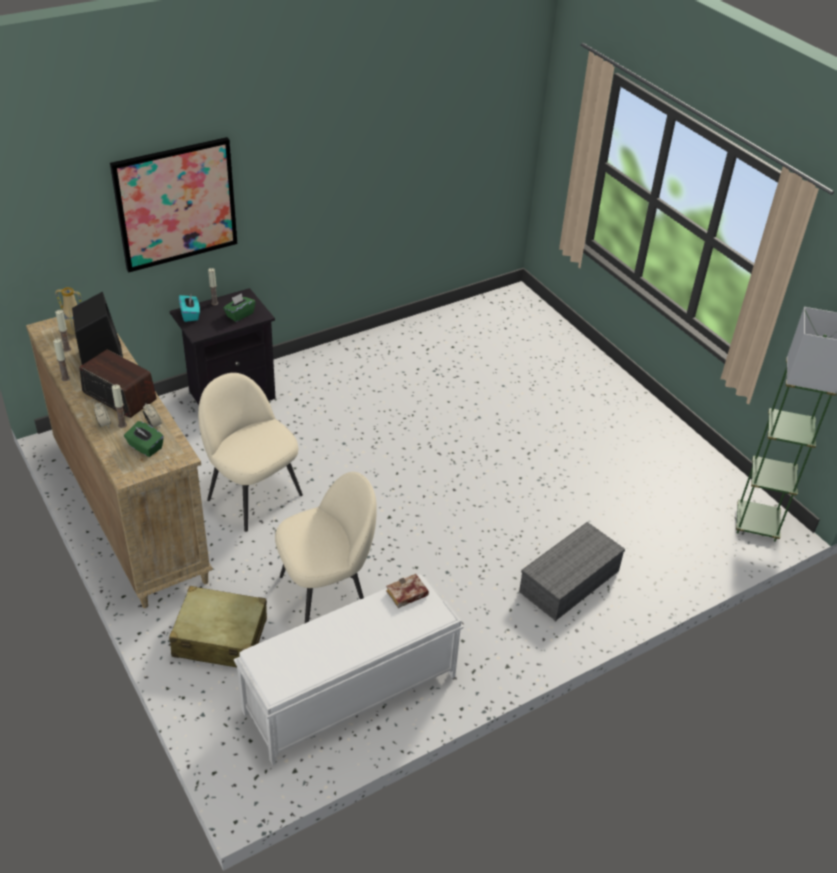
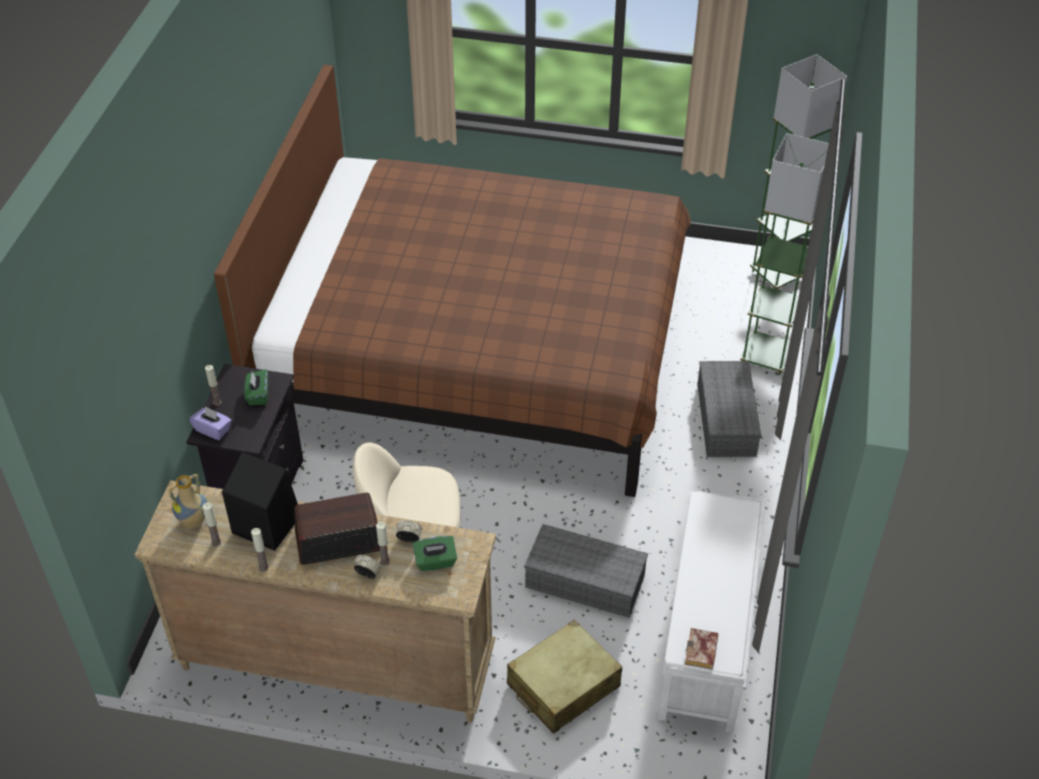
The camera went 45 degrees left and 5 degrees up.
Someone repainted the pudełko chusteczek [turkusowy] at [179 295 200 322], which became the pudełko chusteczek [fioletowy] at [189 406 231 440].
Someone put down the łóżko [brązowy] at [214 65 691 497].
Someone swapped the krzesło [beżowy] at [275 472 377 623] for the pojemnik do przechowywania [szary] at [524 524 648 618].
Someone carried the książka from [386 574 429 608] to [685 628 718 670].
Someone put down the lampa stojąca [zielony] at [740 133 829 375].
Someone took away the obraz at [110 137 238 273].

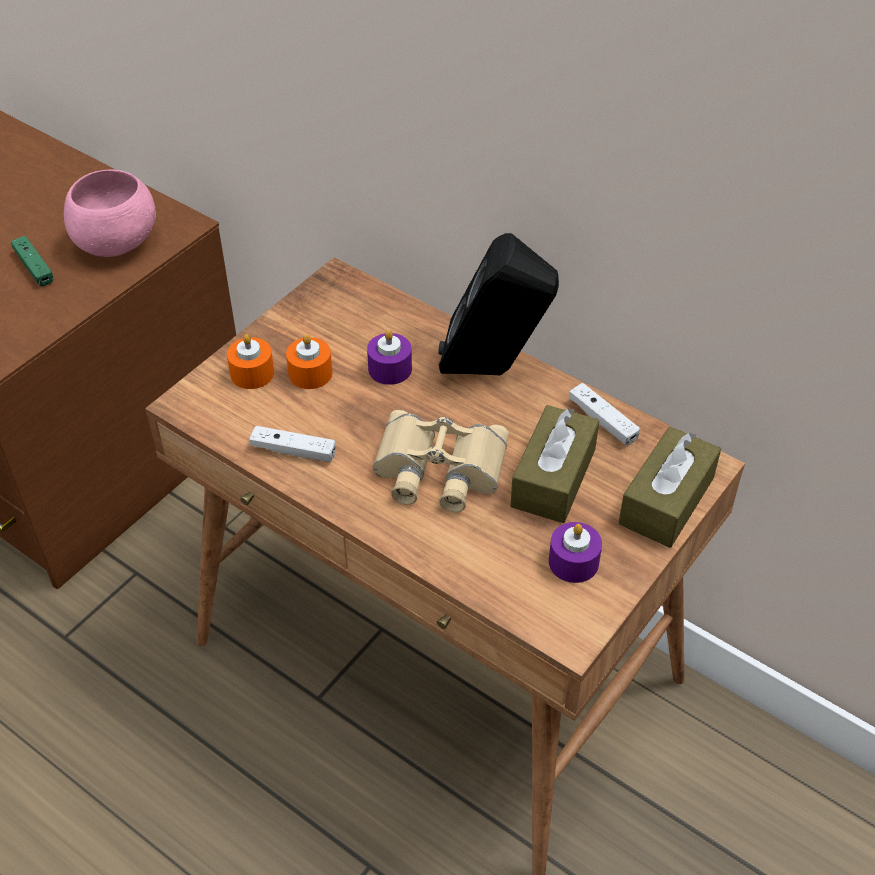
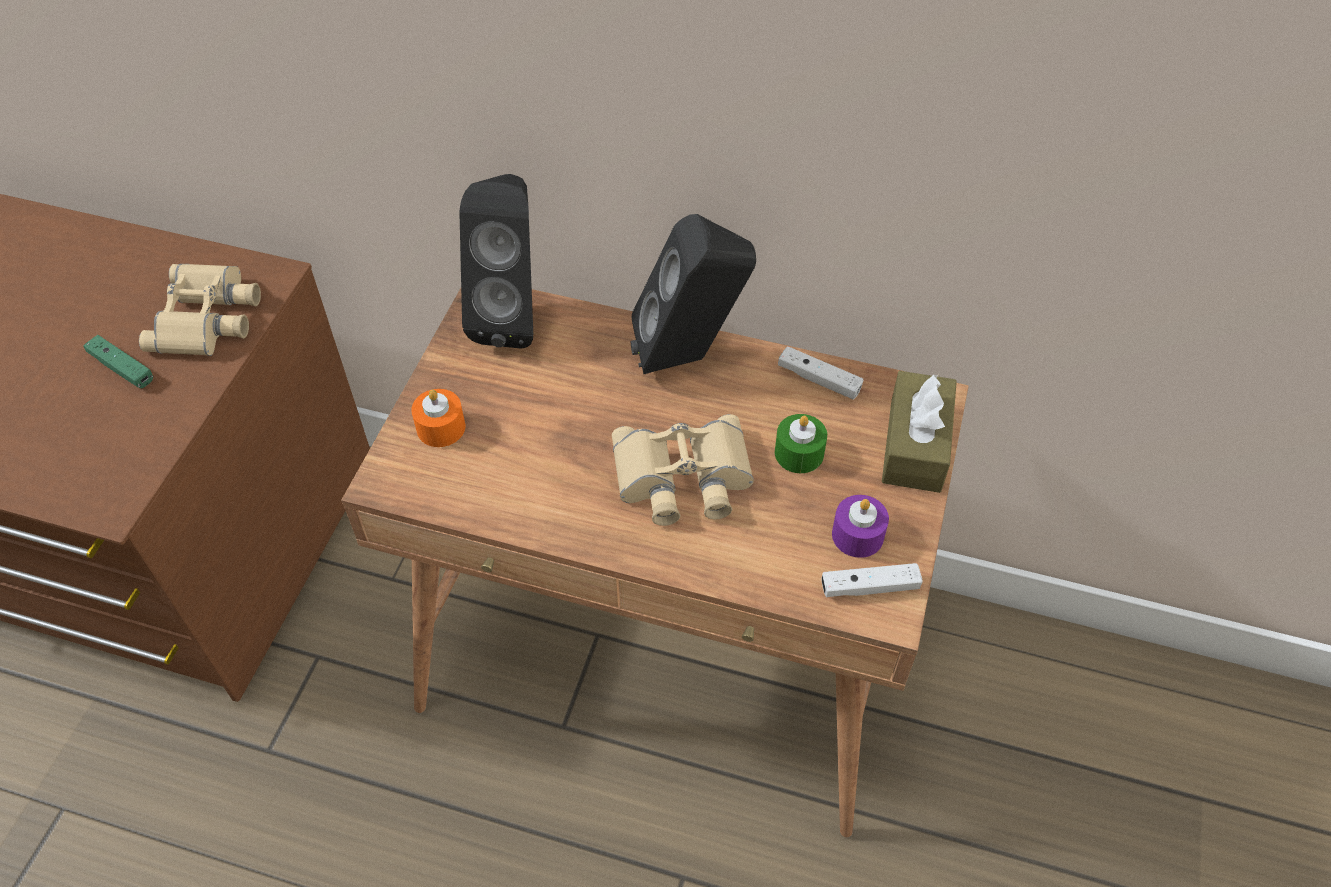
The camera went 20 degrees left and 5 degrees up.
Someone swapped the miska [różowy] at [64 170 156 257] for the lornetka [beżowy] at [139 264 261 356].
Someone put down the głośnik [czarny] at [459 174 533 349].
Someone swapped the pudełko chusteczek [brązowy] at [510 405 599 523] for the świeca [zielony] at [775 414 827 473].
Someone carried the pad do gier [biały] from [250 426 336 462] to [821 563 923 597].
Someone took away the świeca [pomarańczowy] at [286 334 333 389].
Someone took away the świeca [fioletowy] at [367 330 412 385].

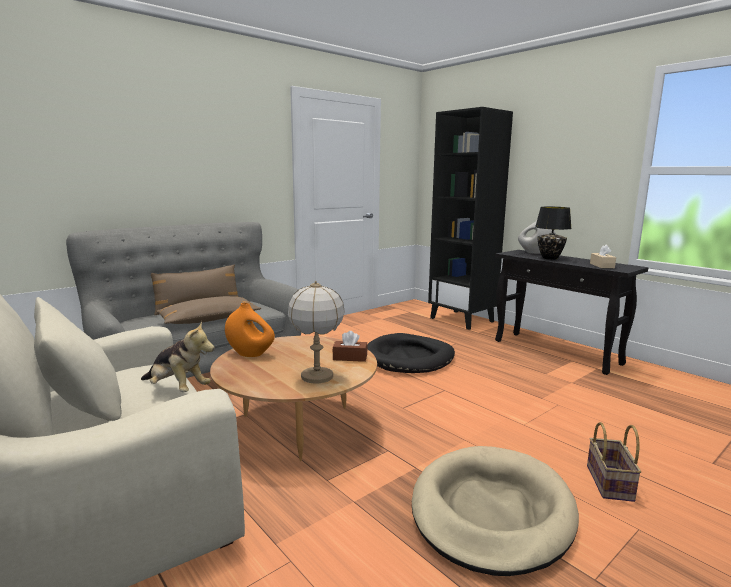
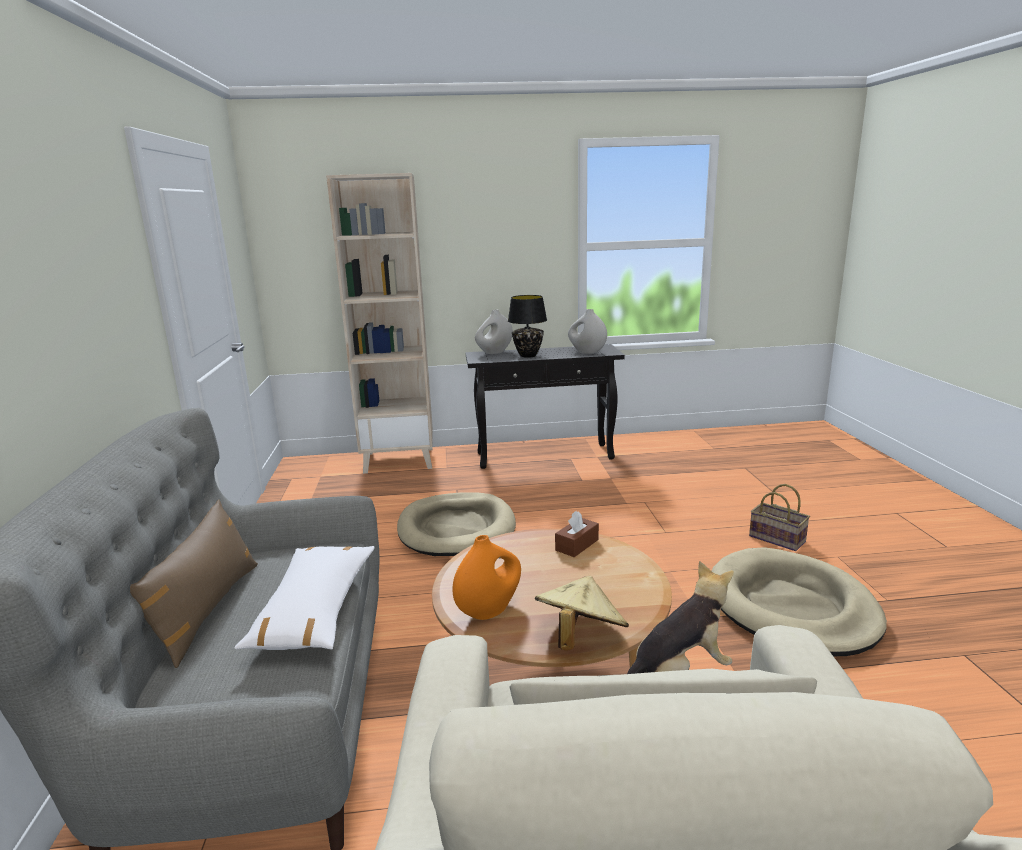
The camera went 55 degrees left and 5 degrees up.
Someone repainted the poduszka [brązowy] at [156 296 261 324], which became the poduszka [biały] at [235 546 375 650].
Someone repainted the regał [czarny] at [428 107 513 330], which became the regał [beżowy] at [326 173 433 474].
Someone repainted the legowisko [czarny] at [367 333 455 373], which became the legowisko [beżowy] at [397 492 516 556].
Someone put down the kapelusz [beżowy] at [535 575 629 651].
Someone swapped the pudełko chusteczek [beżowy] at [590 245 616 268] for the wazon [biały] at [568 309 607 354].
Someone took away the lampa stołowa at [288 281 345 383].

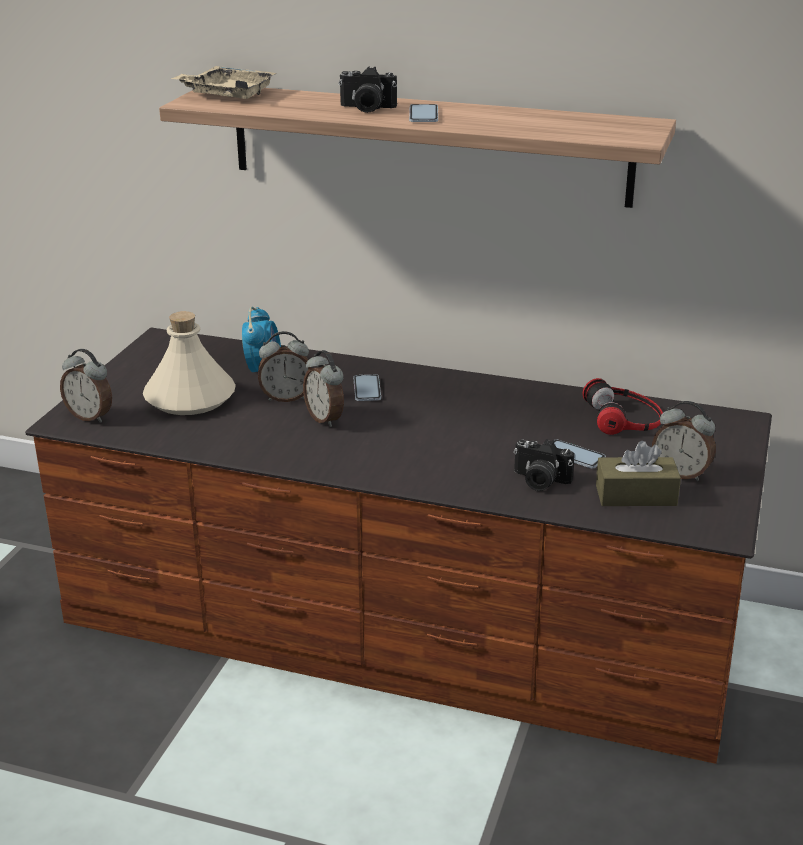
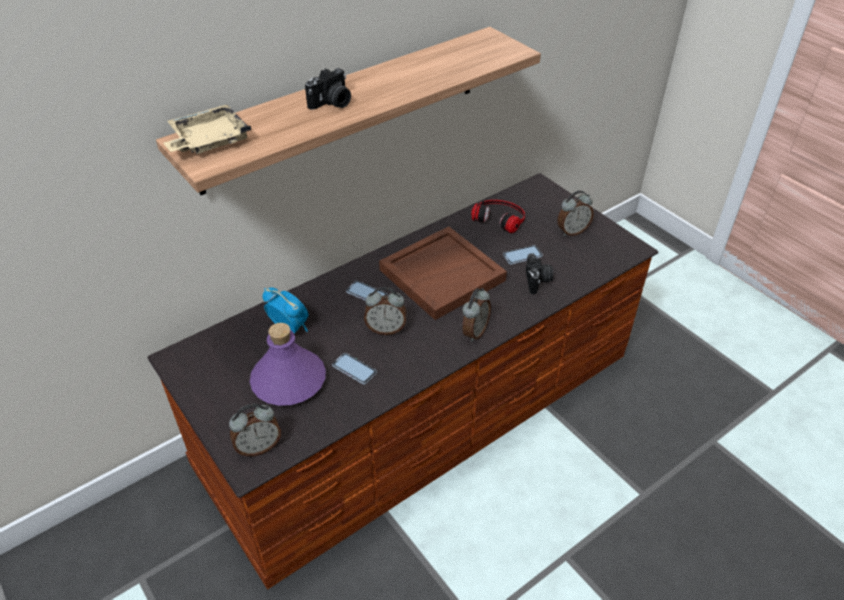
The camera went 55 degrees left and 15 degrees up.
Someone repainted the butelka [beżowy] at [143 311 236 415], which became the butelka [fioletowy] at [250 323 326 406].
Someone carried the telefon from [409 104 438 122] to [332 353 377 384].
Someone put down the taca [brązowy] at [379 227 507 320].
Someone carried the budzik from [258 331 311 402] to [462 288 491 342].
Someone rotated the aparat fotograficzny at [513 439 575 491] by 60 degrees counterclockwise.
Someone took away the pudełko chusteczek [brązowy] at [596 441 681 506].

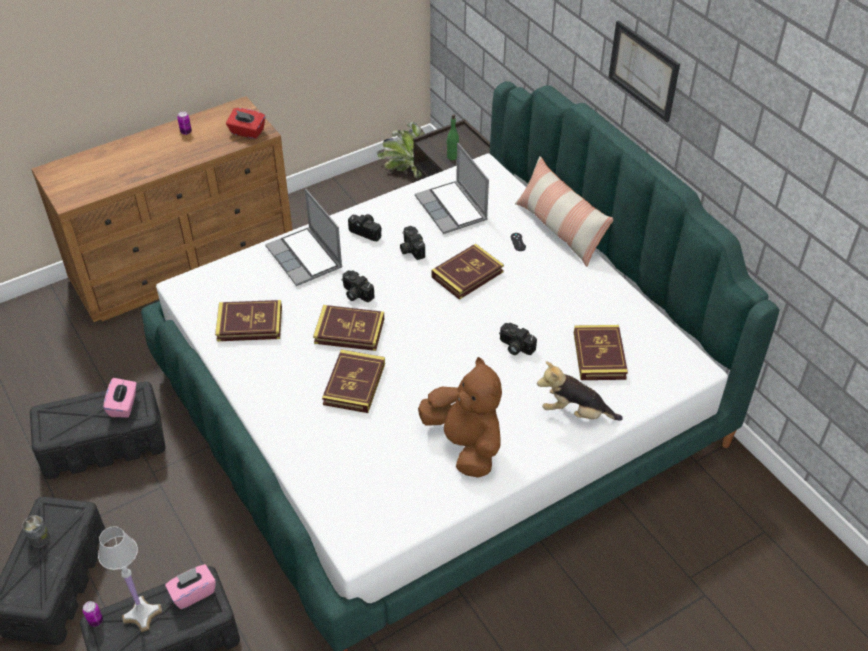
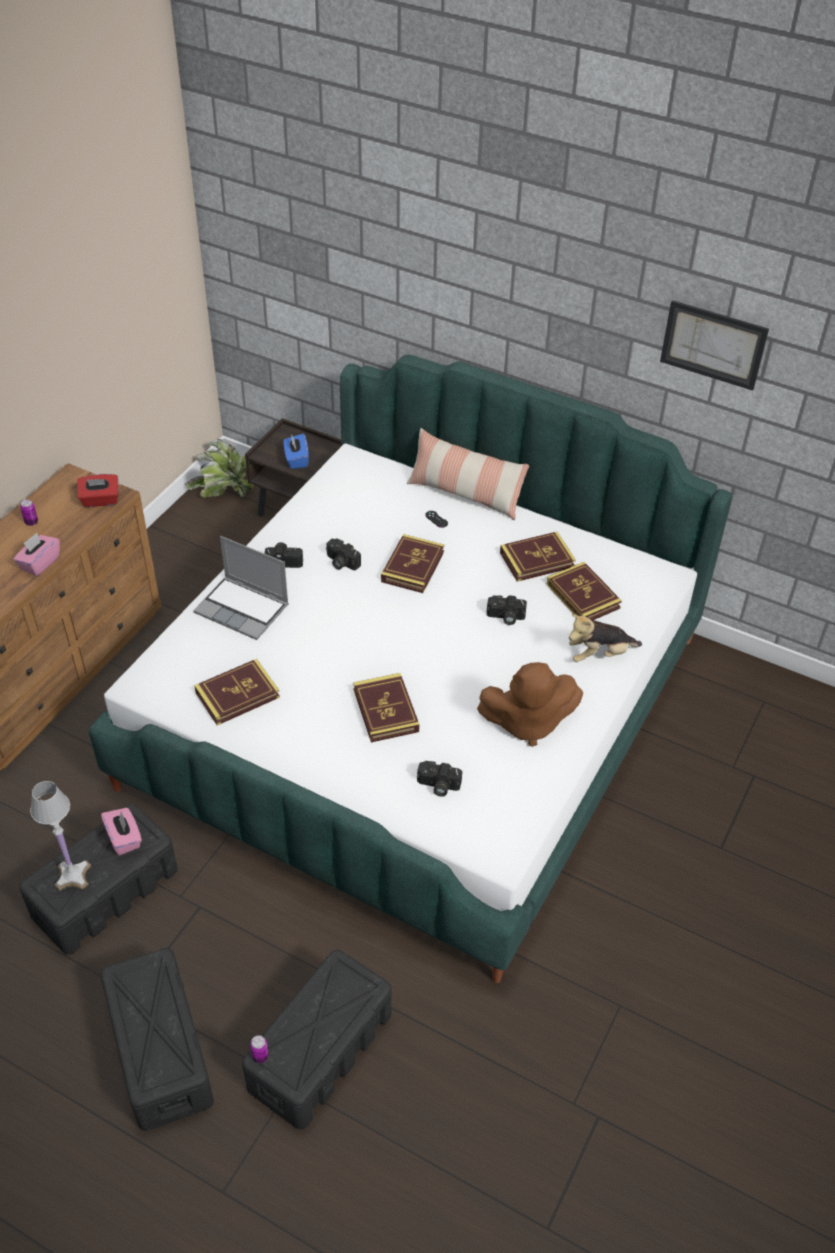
The camera went 30 degrees left and 0 degrees up.
Someone carried the pudełko chusteczek [różowy] from [165 564 216 609] to [13 533 60 576].
Someone carried the lampa stołowa [biały] from [98 526 162 632] to [30 781 91 891].
Someone swapped the butelka [zielony] at [447 114 459 160] for the pudełko chusteczek [niebieski] at [283 434 309 469].
Someone carried the aparat fotograficzny from [342 270 374 302] to [417 761 462 797].
Someone rotated the pluszak [brązowy] at [418 357 502 478] by 150 degrees clockwise.
Someone carried the książka from [313 305 384 351] to [500 532 576 582].
Someone carried the obraz from [608 20 680 122] to [660 300 769 391].
Someone took away the puszka at [22 515 50 548].
Someone took away the laptop at [415 143 489 234].

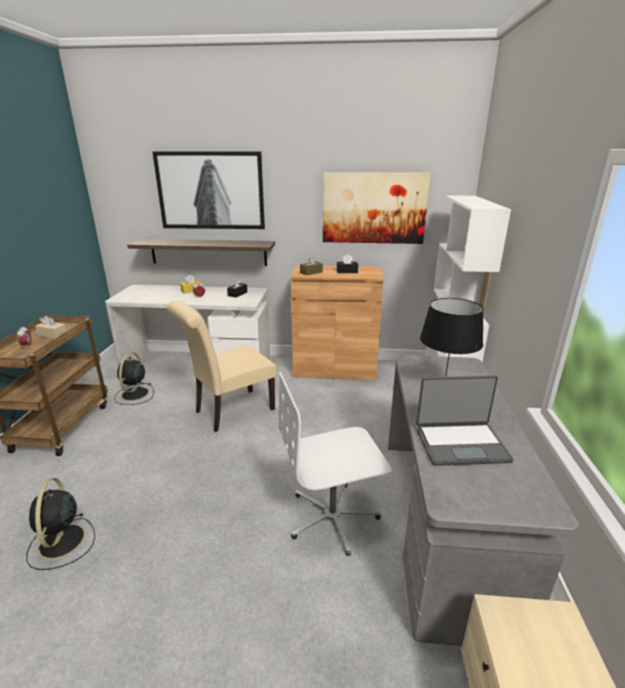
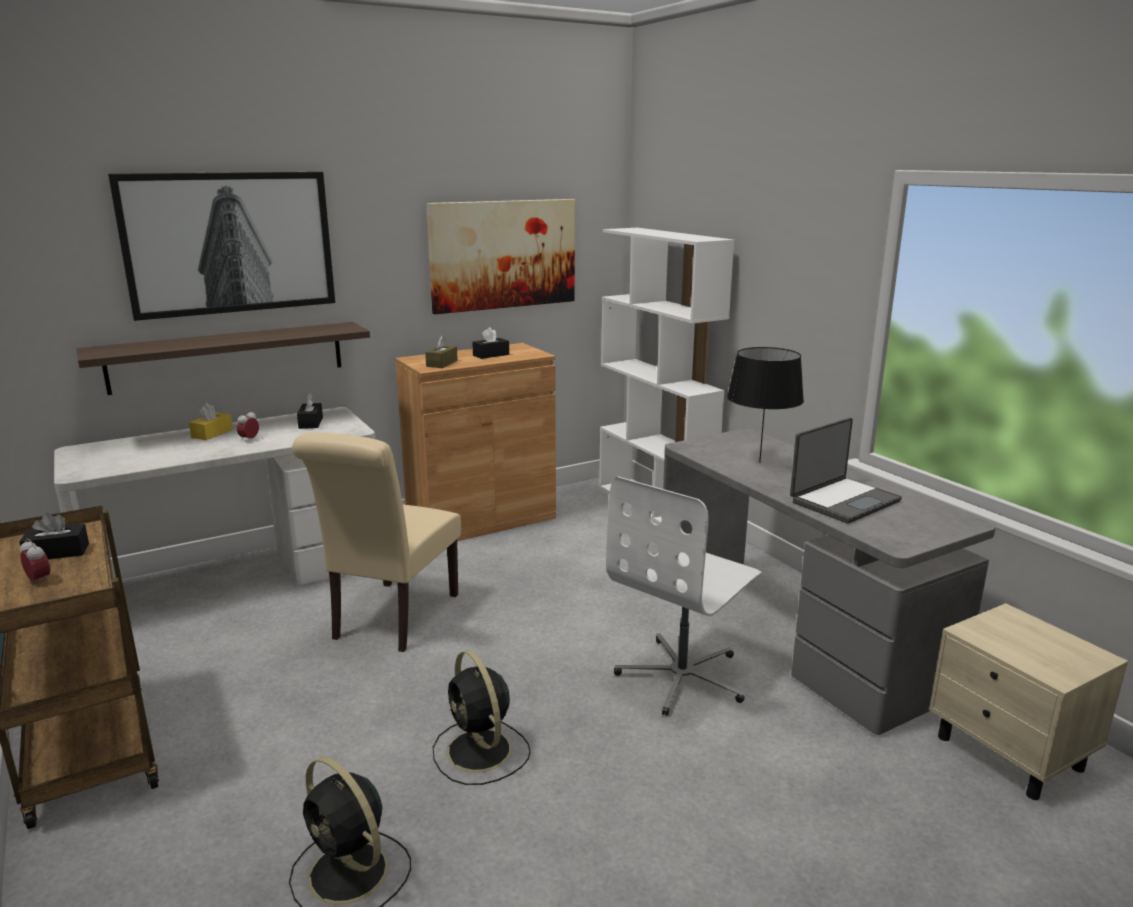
The camera went 35 degrees left and 5 degrees down.
Someone repainted the pudełko chusteczek [beżowy] at [35 315 67 338], which became the pudełko chusteczek [czarny] at [19 513 89 559].
Someone carried the wentylator [czarny] from [114 352 154 405] to [433 650 531 785].

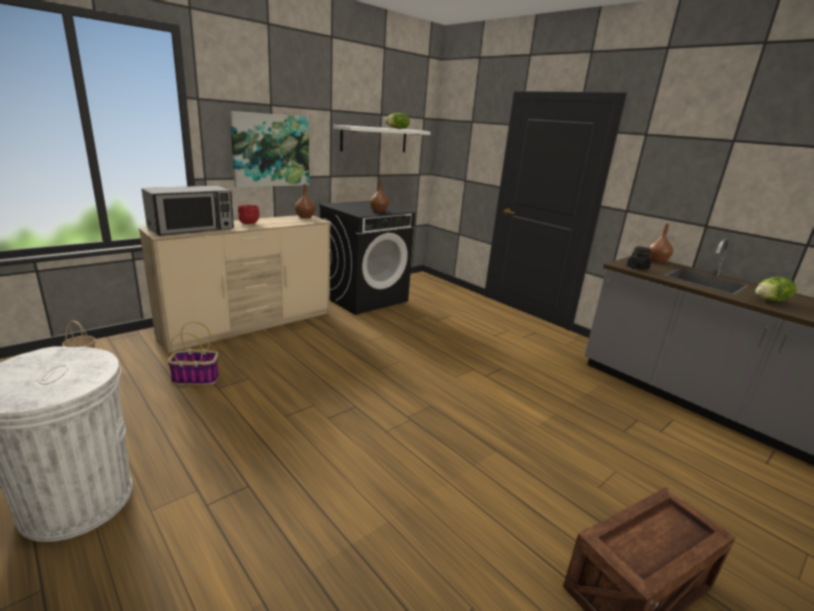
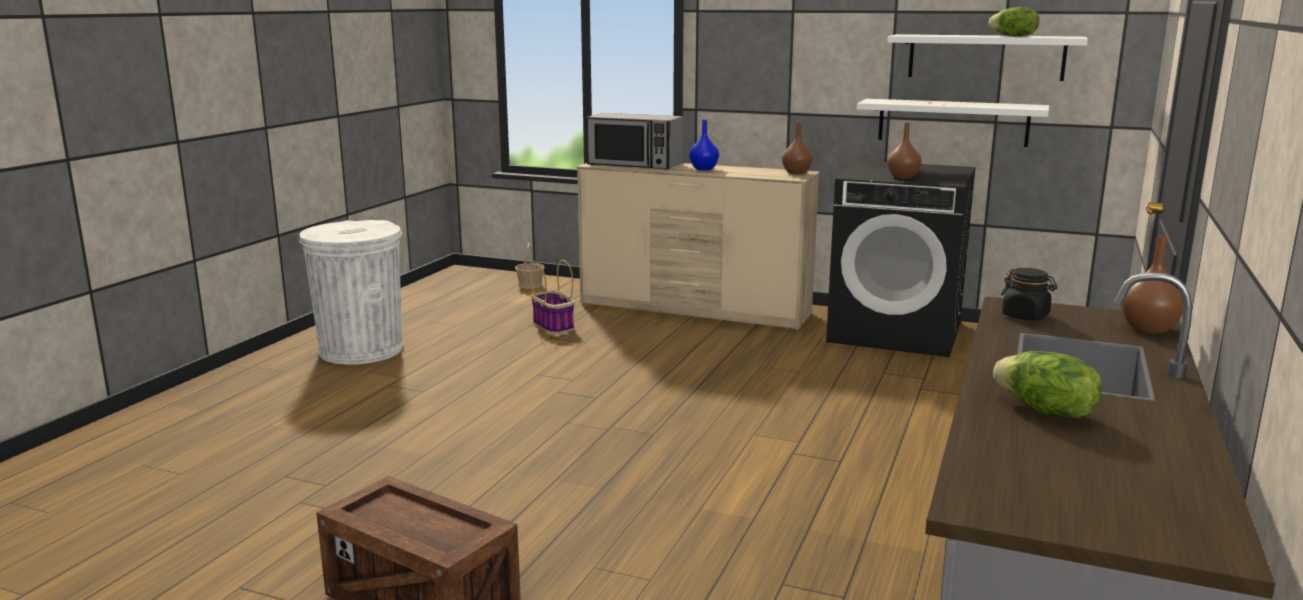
The camera went 65 degrees right and 5 degrees down.
Someone swapped the miska [czerwony] at [238 205 260 224] for the wazon [niebieski] at [689 120 719 170].
Someone put up the półka [biały] at [857 99 1049 147].
Someone took away the obraz at [230 111 309 188].

